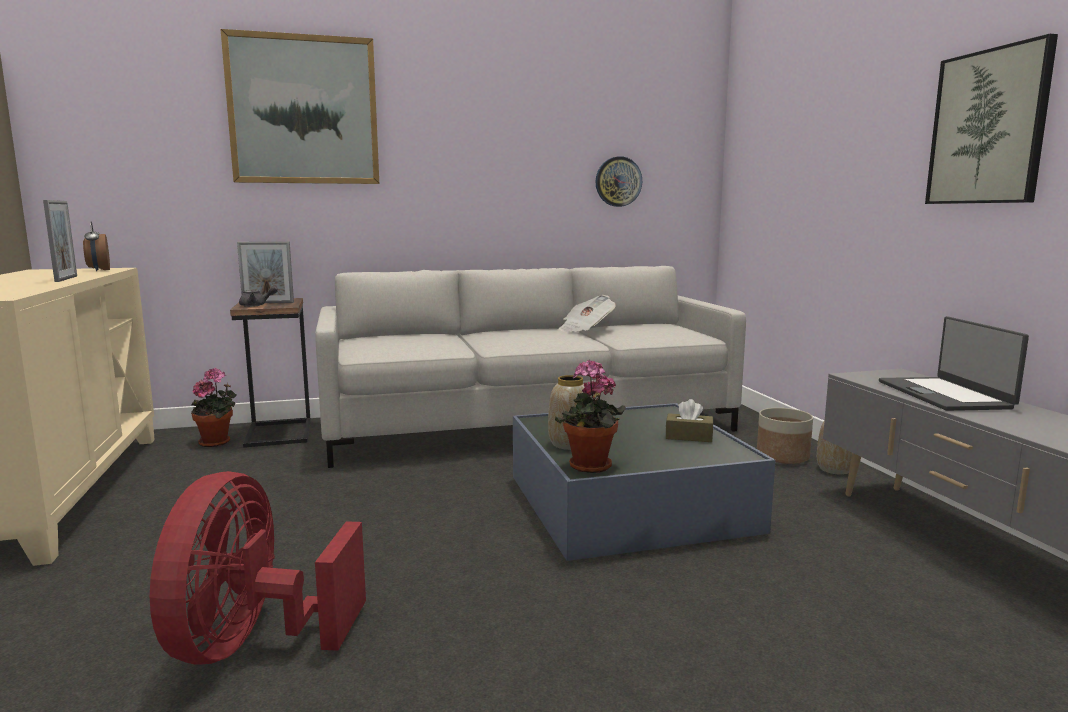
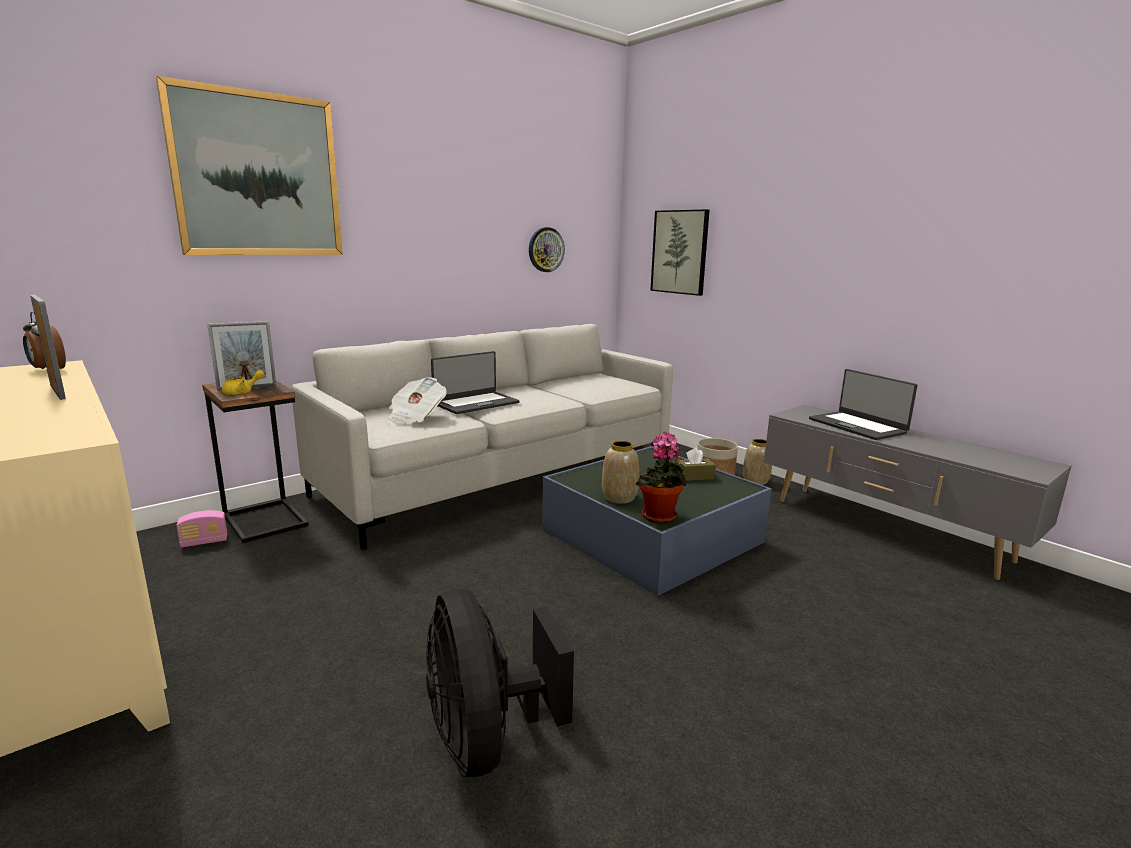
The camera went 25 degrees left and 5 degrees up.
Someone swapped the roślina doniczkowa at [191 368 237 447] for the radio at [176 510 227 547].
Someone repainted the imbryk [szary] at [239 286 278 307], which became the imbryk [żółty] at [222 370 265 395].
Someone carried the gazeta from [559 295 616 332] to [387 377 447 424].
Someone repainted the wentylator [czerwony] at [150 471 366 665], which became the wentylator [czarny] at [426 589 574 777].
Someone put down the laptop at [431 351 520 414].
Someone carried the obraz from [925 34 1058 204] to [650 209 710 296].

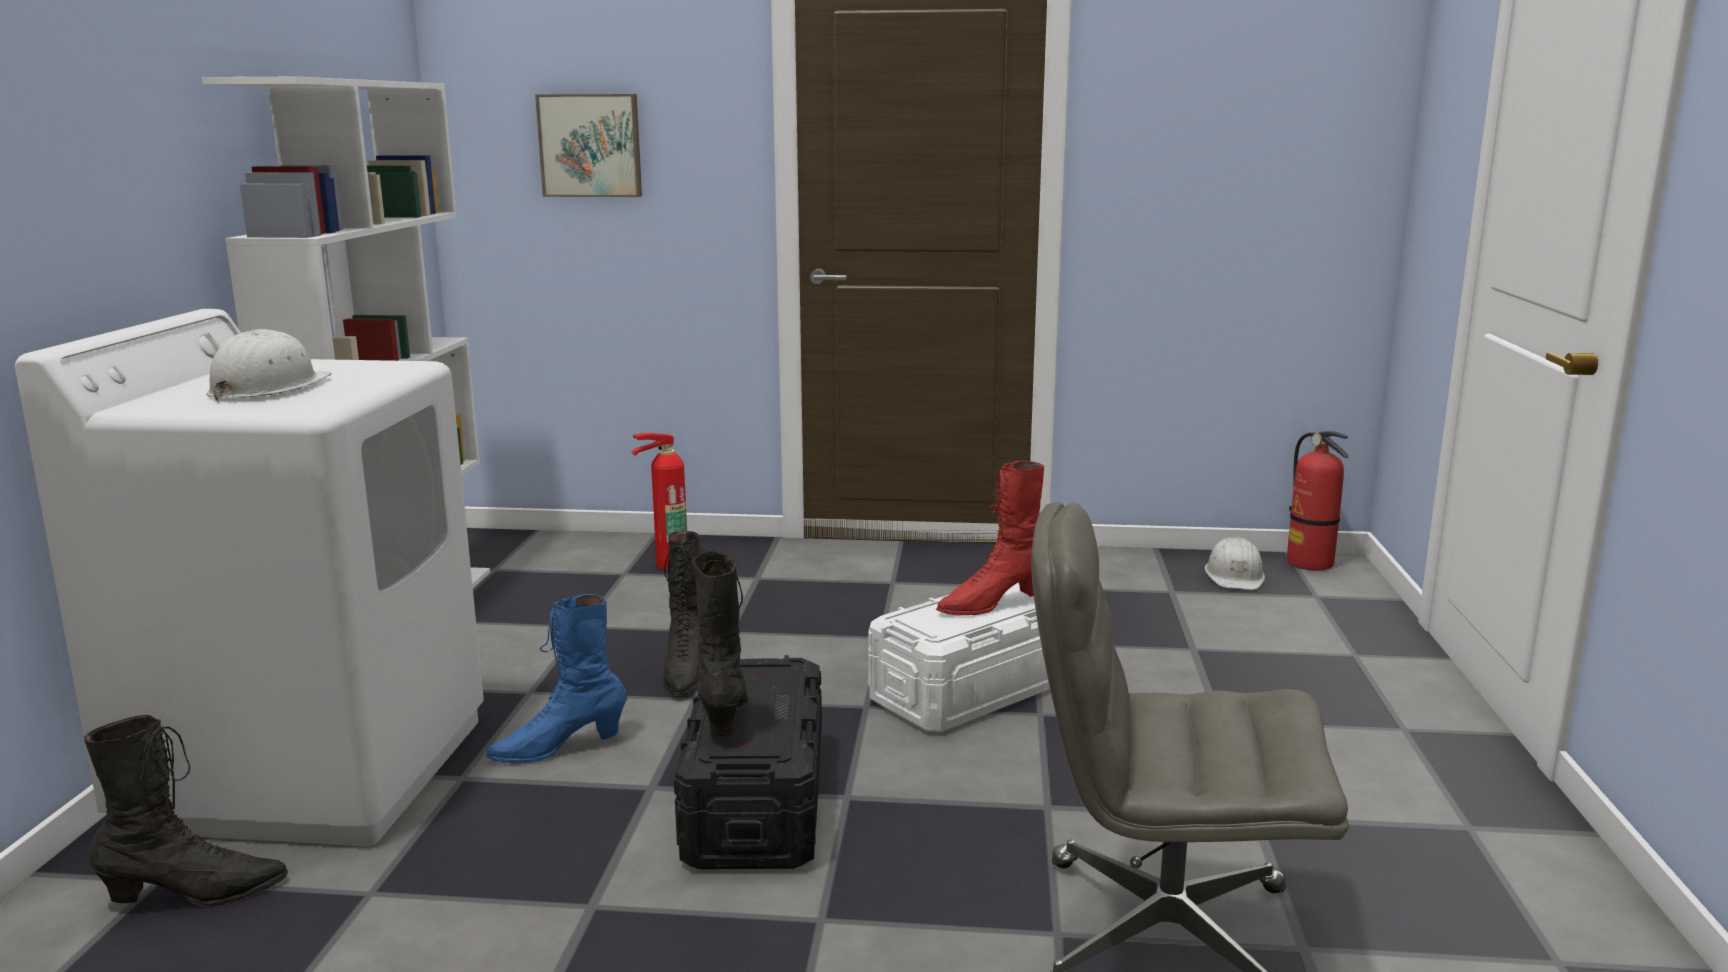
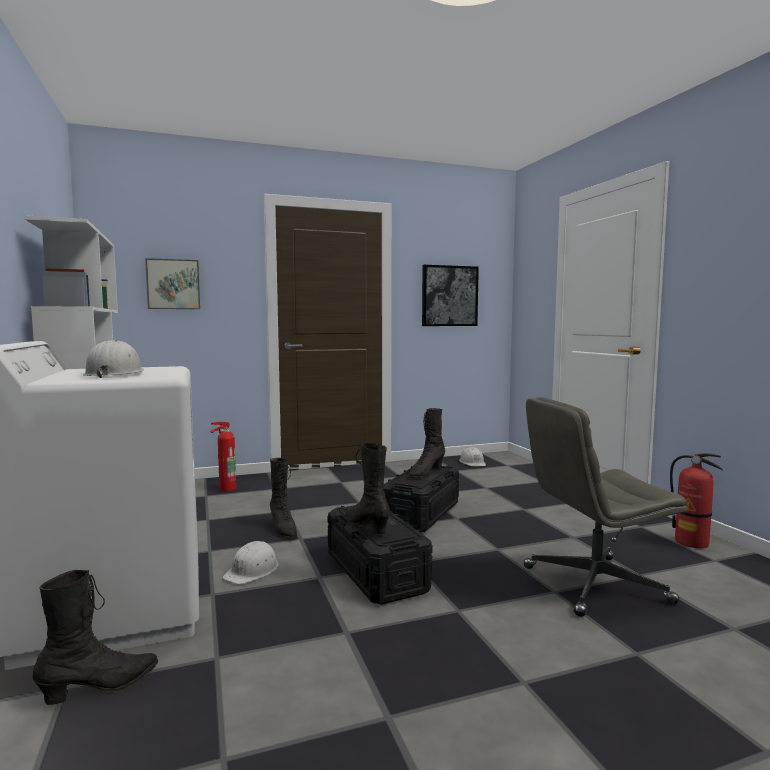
The camera went 25 degrees left and 10 degrees down.
Someone swapped the but z cholewką [niebieski] at [486 594 627 763] for the kask [biały] at [223 541 279 584].
Someone repainted the pojemnik do przechowywania [biały] at [868 582 1050 732], which became the pojemnik do przechowywania [czarny] at [383 466 459 532].
Someone repainted the but z cholewką [czerwony] at [936 461 1044 616], which became the but z cholewką [czarny] at [408 408 445 478].
Someone put up the obraz at [422 265 479 326].
Someone carried the gaśnica from [1287 431 1348 571] to [670 453 723 548].

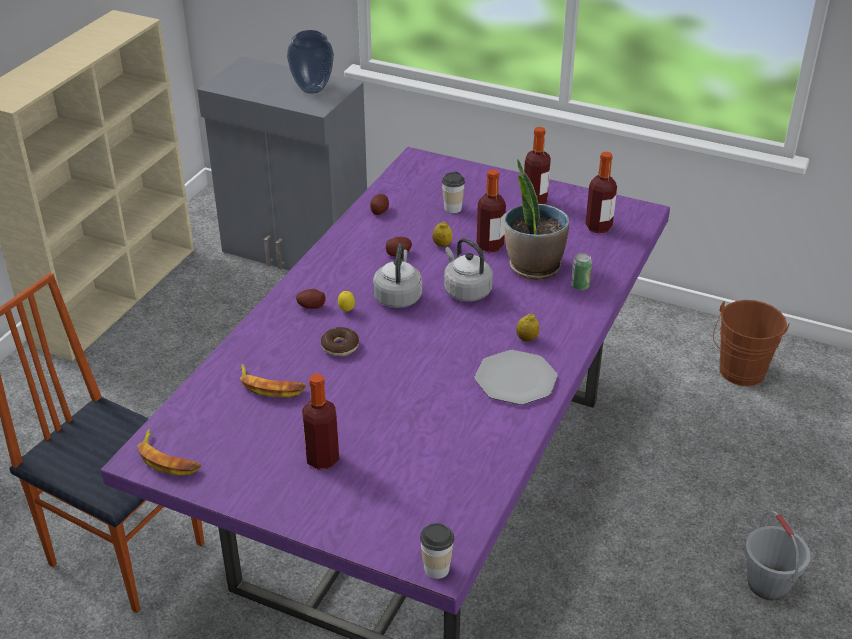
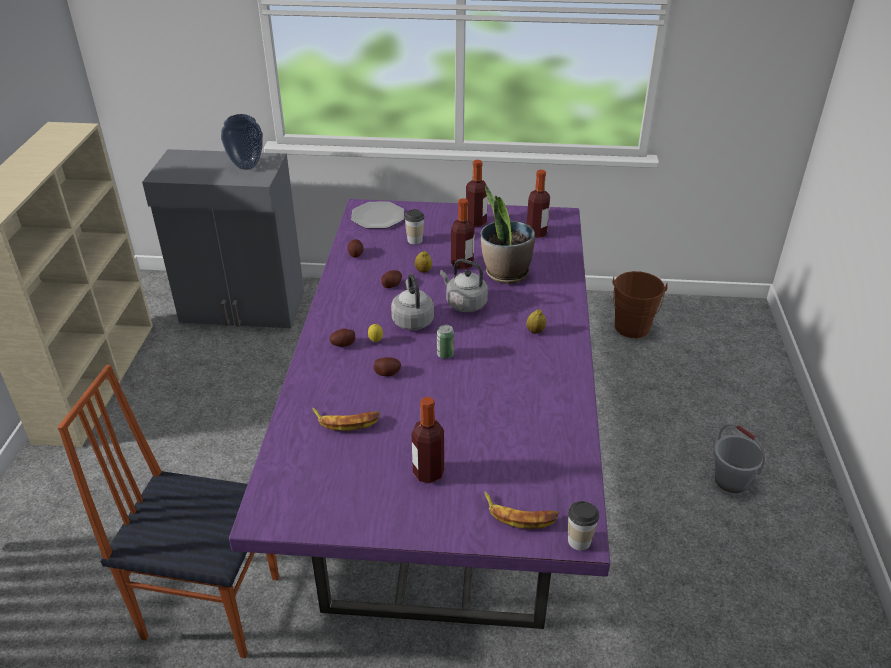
The camera went 20 degrees left and 0 degrees up.
Someone carried the talerz from [475 350 558 405] to [351 202 404 229].
Someone swapped the donut at [321 327 359 356] for the ziemniak at [374 357 401 376].
Someone carried the puszka from [571 253 592 290] to [437 325 454 359].
Someone carried the banan from [137 429 201 476] to [484 491 559 529].

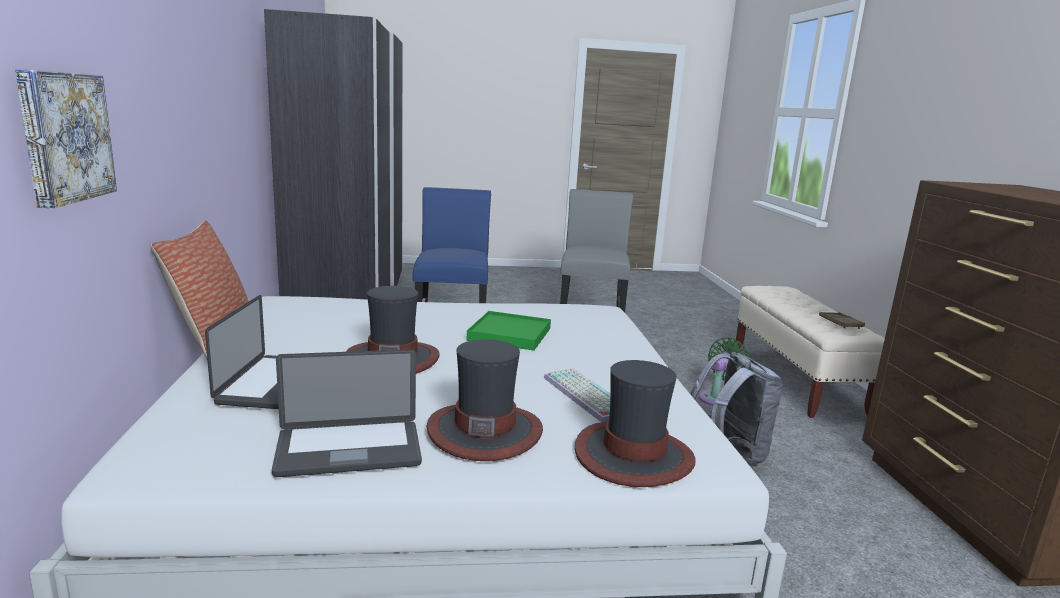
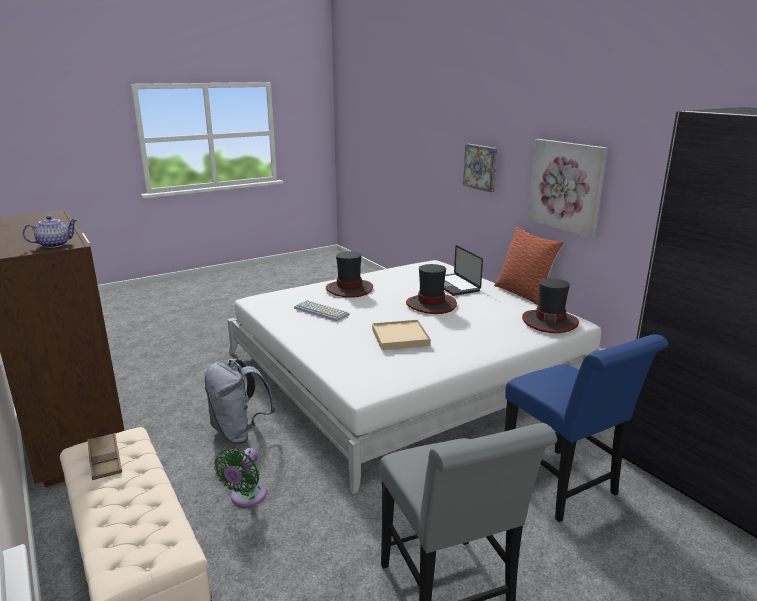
The camera went 155 degrees right and 5 degrees up.
Someone put down the imbryk at [22 216 77 248].
Someone repainted the taca [zielony] at [467 311 551 351], which became the taca [beżowy] at [372 320 431 350].
Someone carried the kapelusz from [574 360 696 487] to [522 278 579 333].
Someone put up the obraz at [528 139 608 238].
Someone took away the laptop at [272 349 422 477].

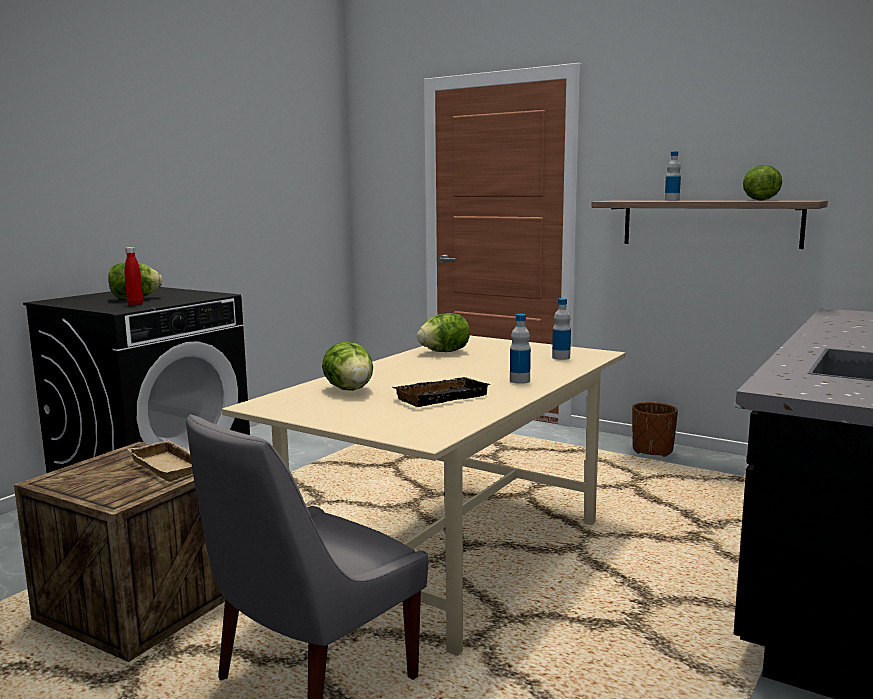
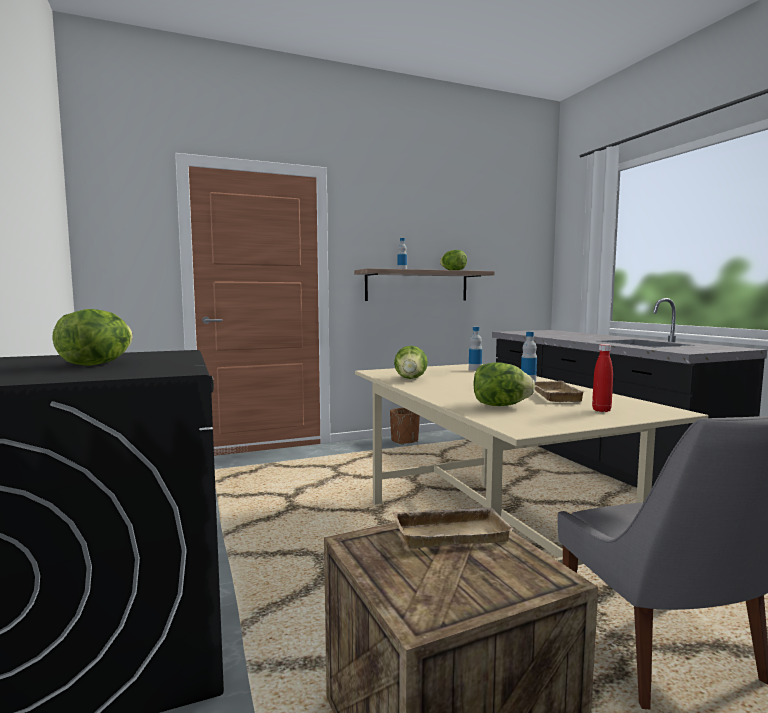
The camera went 55 degrees left and 5 degrees down.
Someone repainted the taca [czarny] at [393 377 491 407], which became the taca [beżowy] at [534 381 584 402].
Someone carried the butelka [czerwony] from [125 247 143 305] to [592 344 613 412].

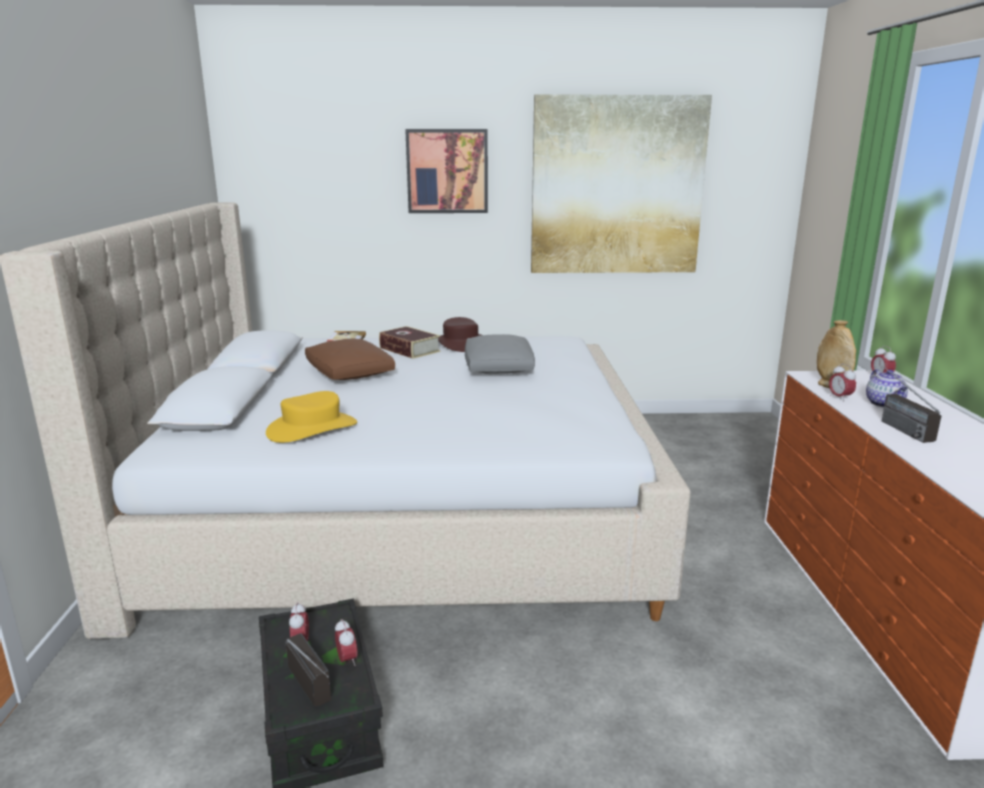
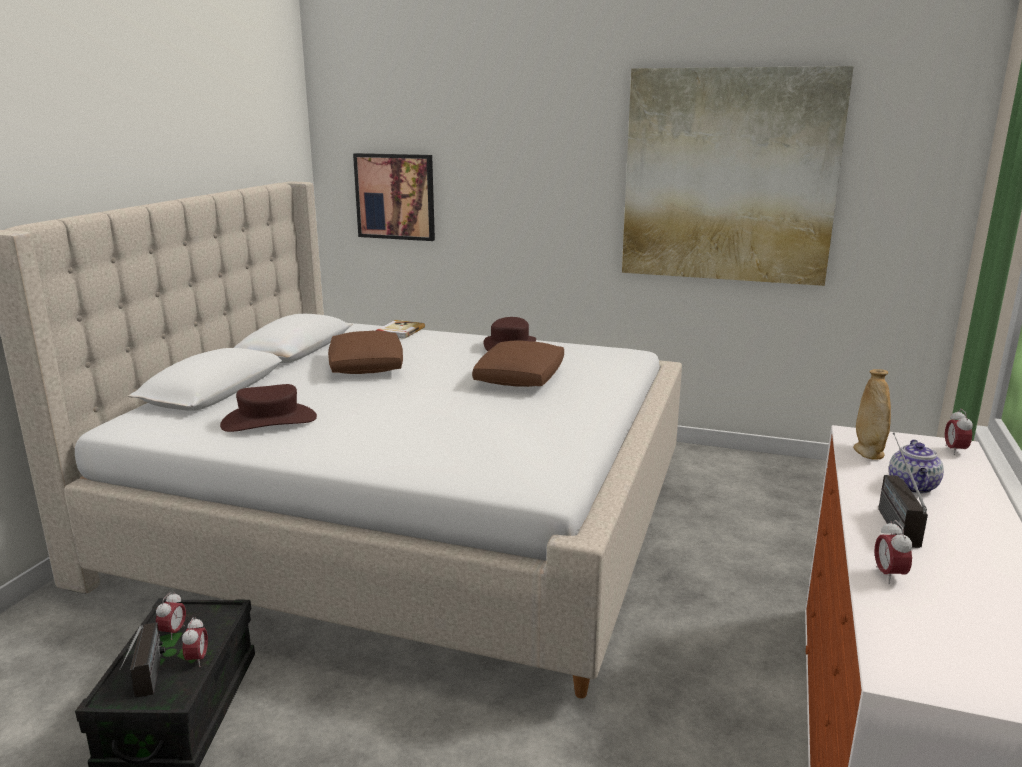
The camera went 20 degrees right and 0 degrees up.
Someone repainted the kapelusz [żółty] at [266 391 357 443], which became the kapelusz [brązowy] at [220 384 317 432].
Someone carried the obraz from [405 129 488 213] to [353 153 435 241].
Someone repainted the poduszka [szary] at [465 334 535 374], which became the poduszka [brązowy] at [472 341 564 387].
Someone carried the budzik from [829 364 856 401] to [874 520 912 584].
Someone took away the książka at [379 326 441 359].

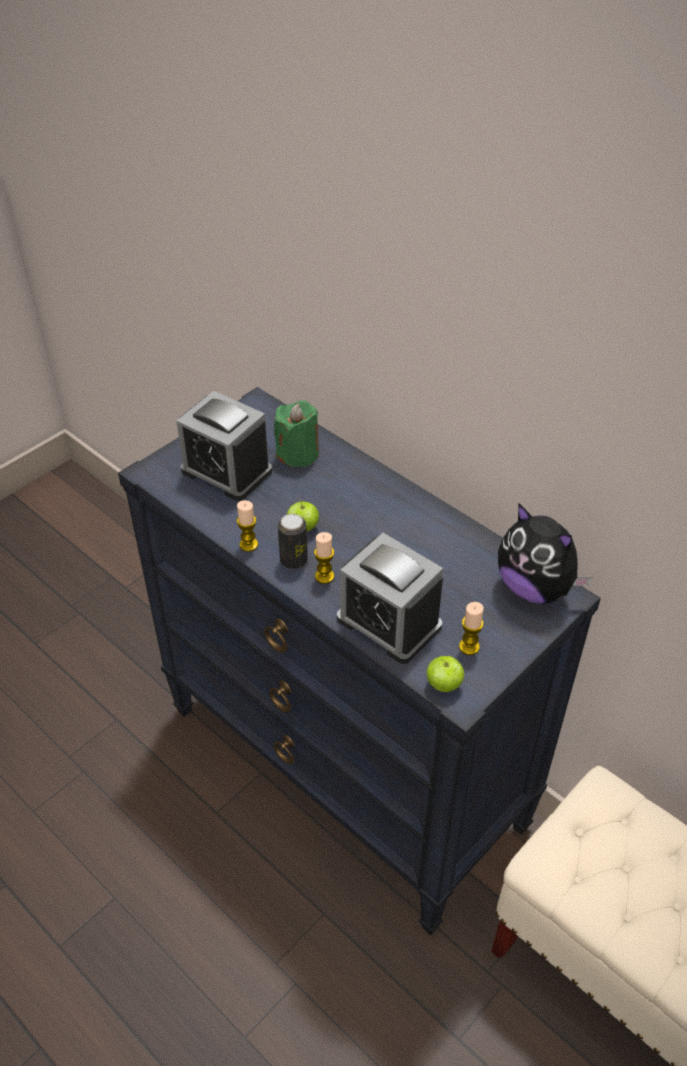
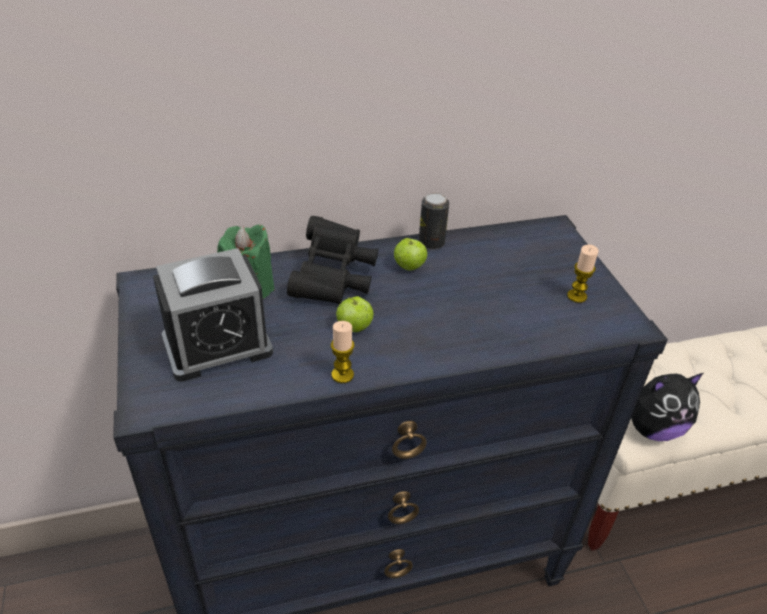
The camera went 60 degrees left and 5 degrees down.
Someone put down the lornetka [czarny] at [287 216 378 304].
Someone carried the jabłko from [426 656 464 692] to [394 238 427 271].
Someone carried the puszka from [278 514 308 569] to [419 193 449 250].
Someone carried the pluszak from [498 504 592 604] to [631 373 703 441].
Someone took away the świeca at [314 532 334 584].
Someone took away the budzik at [337 533 443 664].

